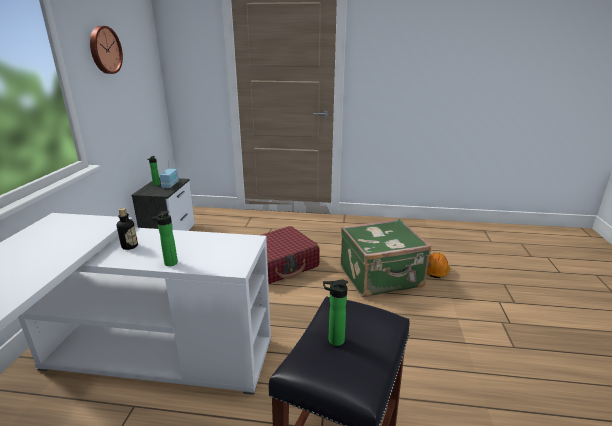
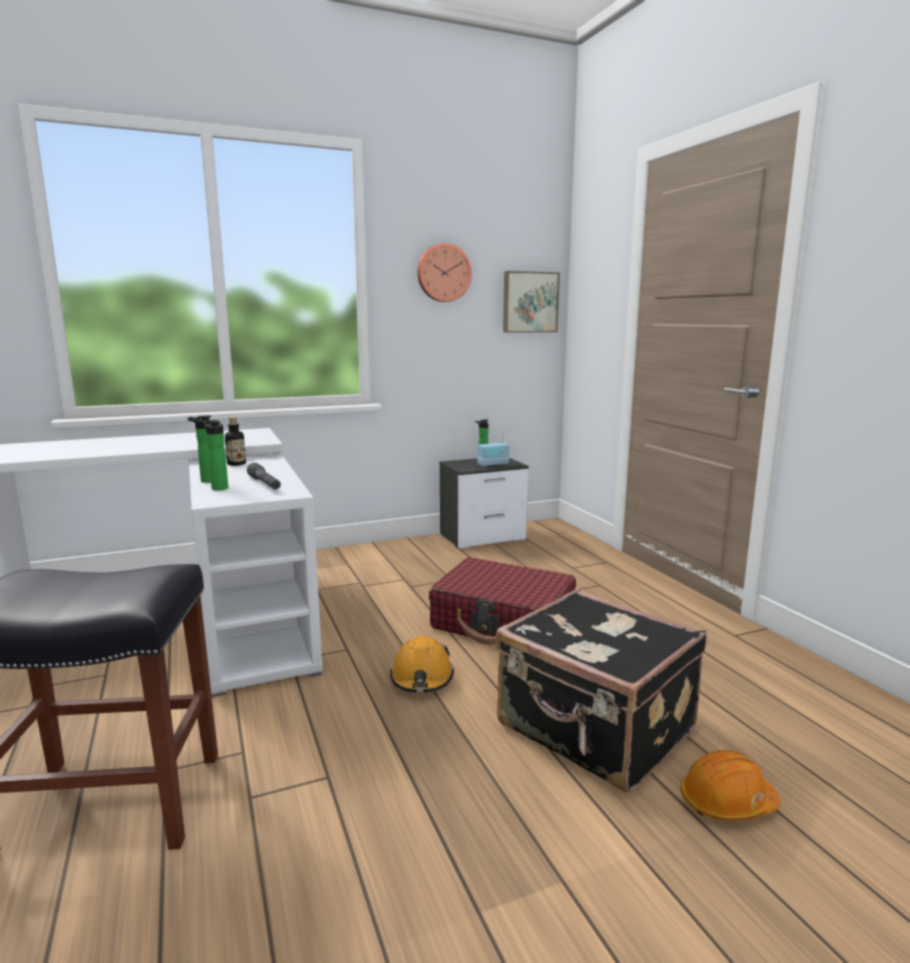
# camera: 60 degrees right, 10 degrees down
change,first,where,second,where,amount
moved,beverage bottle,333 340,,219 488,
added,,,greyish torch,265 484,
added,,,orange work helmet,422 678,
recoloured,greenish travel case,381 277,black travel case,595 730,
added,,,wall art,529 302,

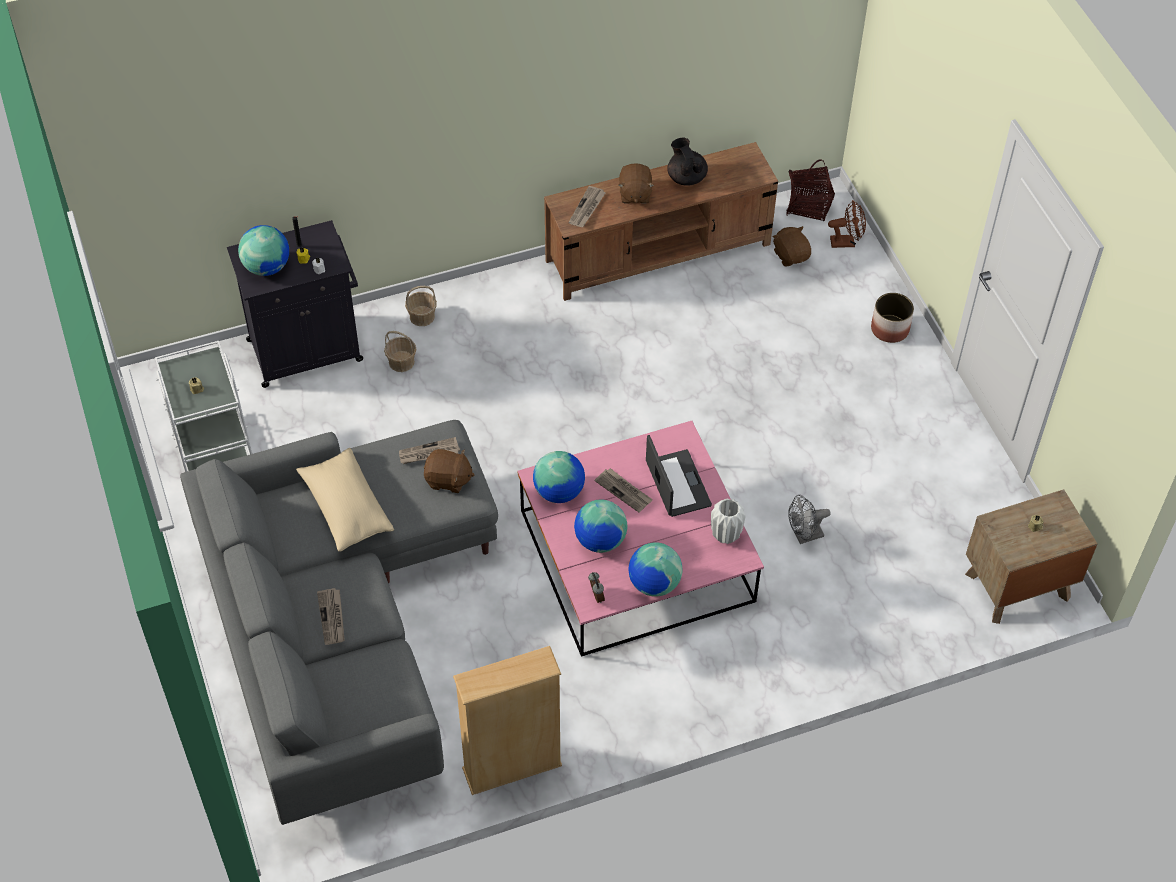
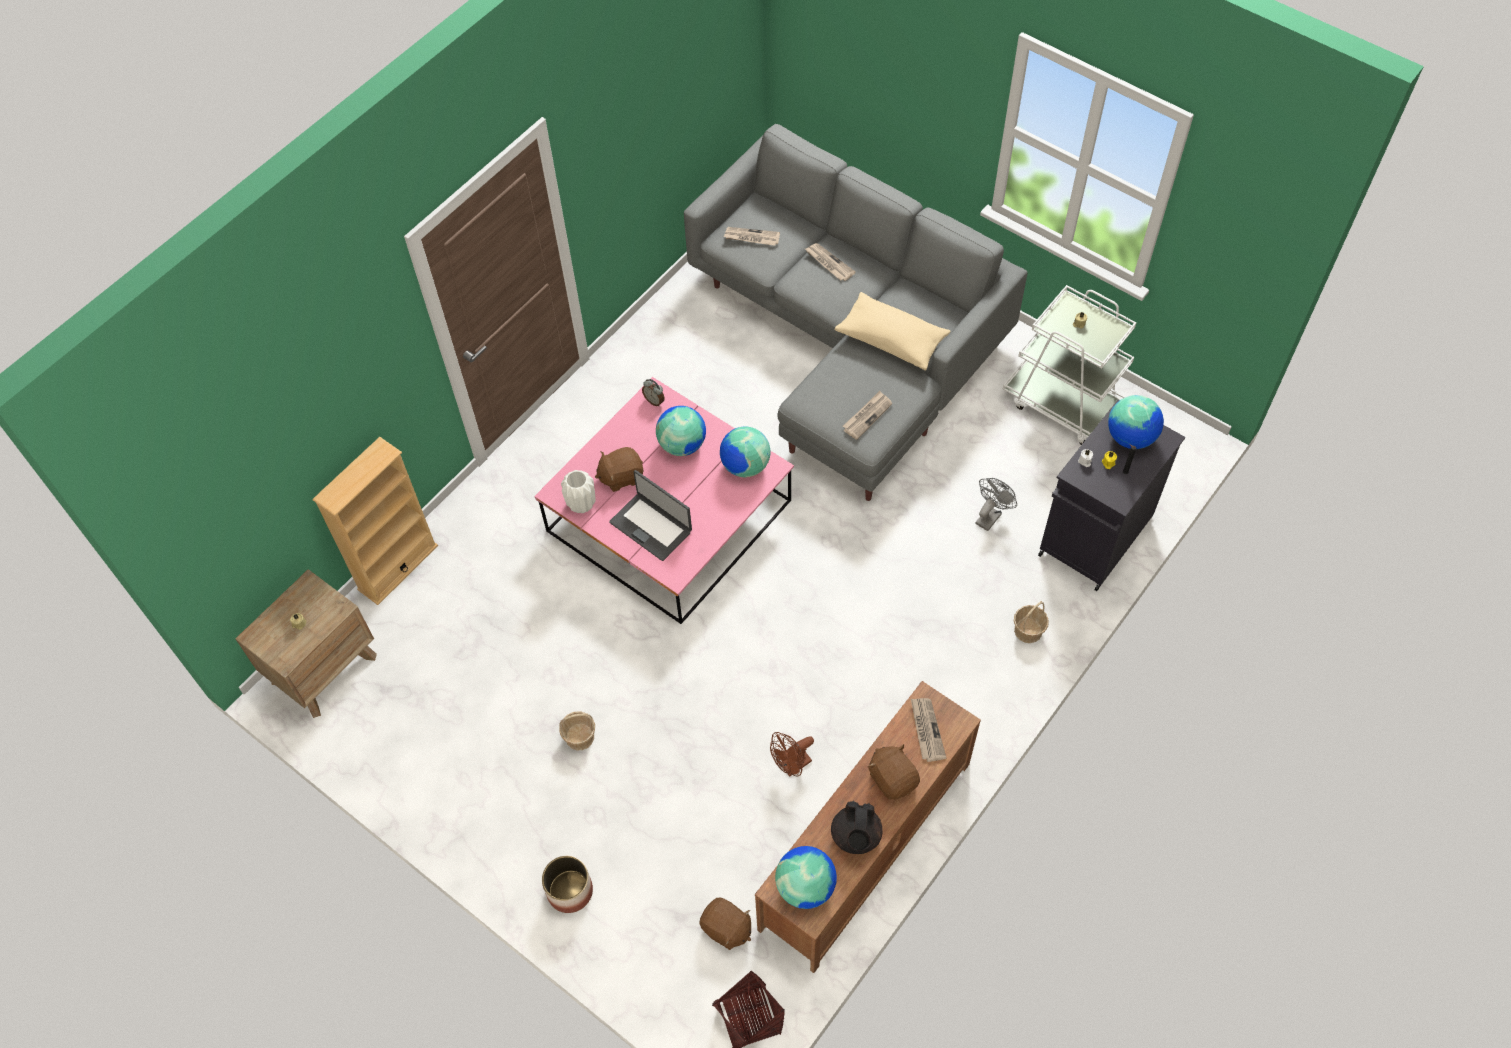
# camera: 150 degrees right, 5 degrees up
change,first,where,second,where,amount
moved,beige-coloured bookcase,512 767,,397 567,
moved,household basket,401 362,,579 737,
moved,brownish cuddly toy,448 480,,621 476,
moved,daily paper,624 491,,751 237,
moved,brownish electric fan,846 242,,792 766,
moved,desk globe,654 584,,805 886,
turned,black pot for tea,686 177,,856 836,60 degrees clockwise
moved,greyish electric fan,804 536,,990 515,

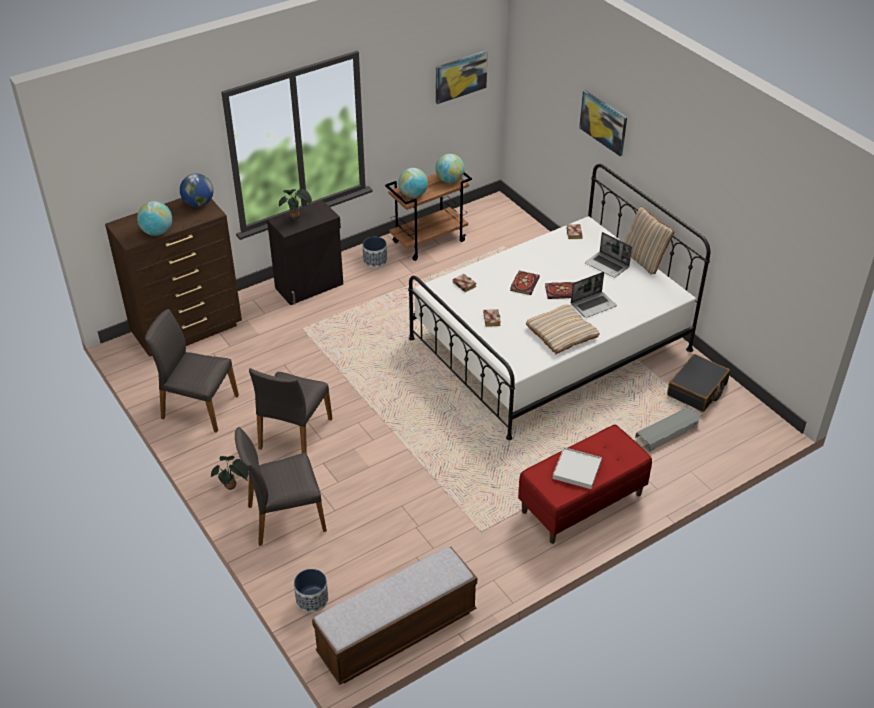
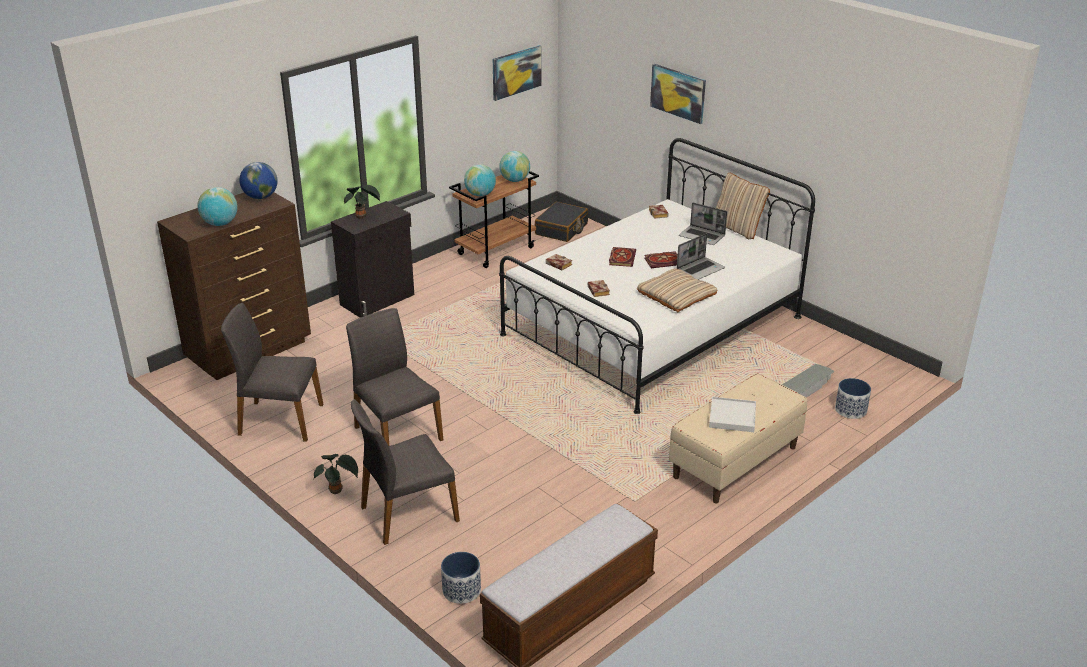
# camera: 10 degrees left, 10 degrees down
change,first,where,second,where,amount
turned,greyish plain chair,294 434,,396 433,135 degrees clockwise
moved,black travel case,697 389,,561 229,
recoloured,reddish bench,582 503,beige-coloured bench,735 462,
moved,planter,375 261,,851 410,

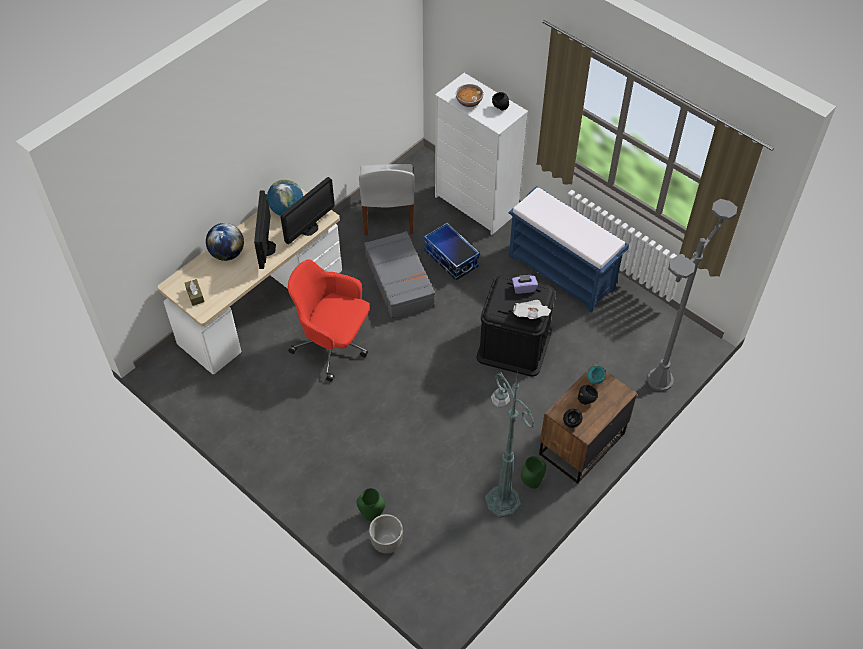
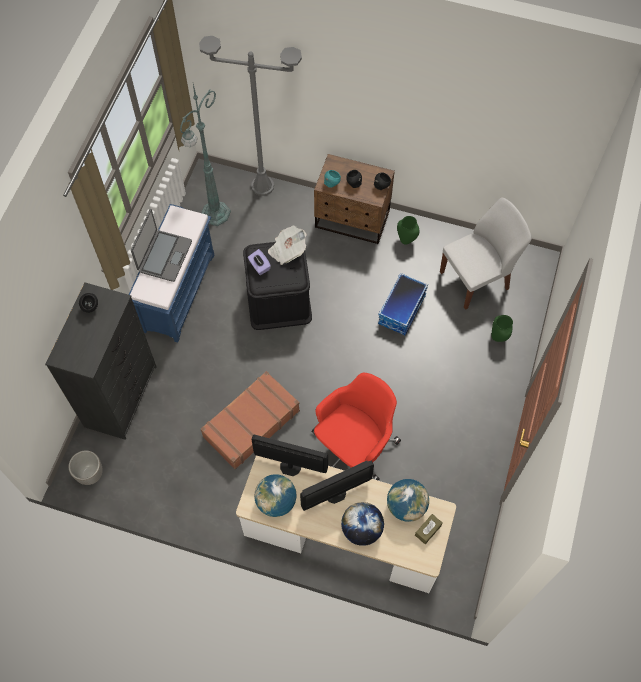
# camera: 115 degrees left, 10 degrees up
change,first,where,second,where,amount
recoloured,white-coloured chest of drawers,476 205,black chest of drawers,121 395,
moved,planter,387 543,,90 474,
added,,,laptop,164 256,
moved,greenish floor lamp,502 499,,214 214,
recoloured,greyish travel case,400 280,brownish travel case,250 423,
turned,reddish desk chair,334 345,,354 446,135 degrees counterclockwise
moved,storage box,450 259,,402 310,
added,,,desk globe,406 506,
moved,white-coloured plain chair,388 218,,476 279,
removed,bowl,468 102,,,

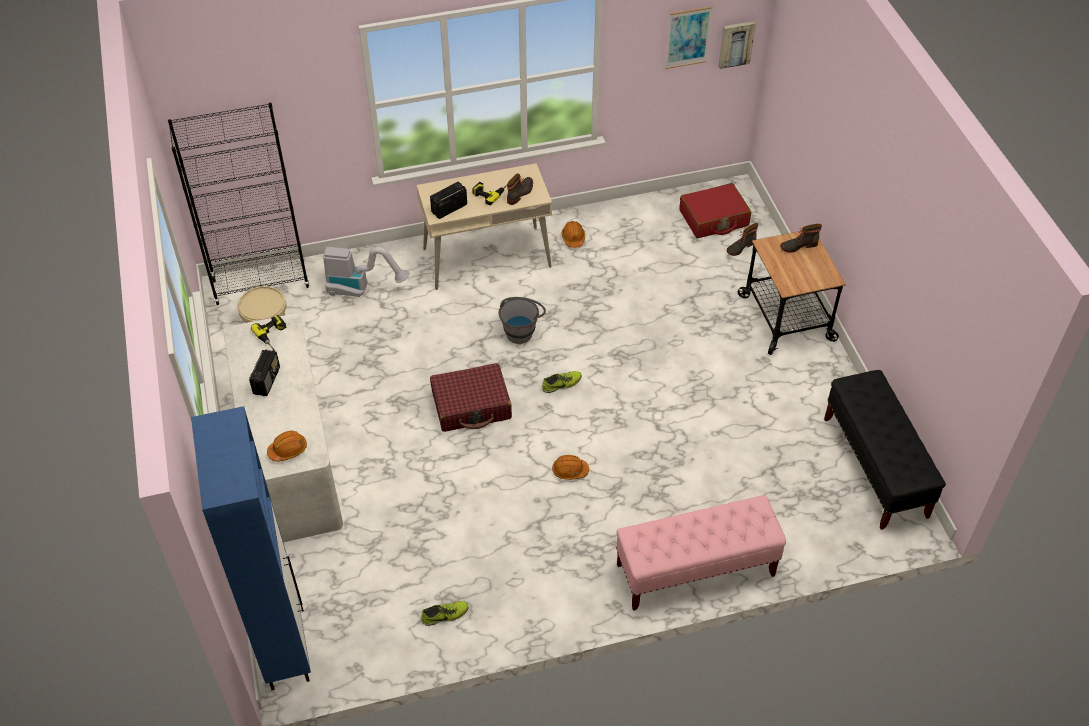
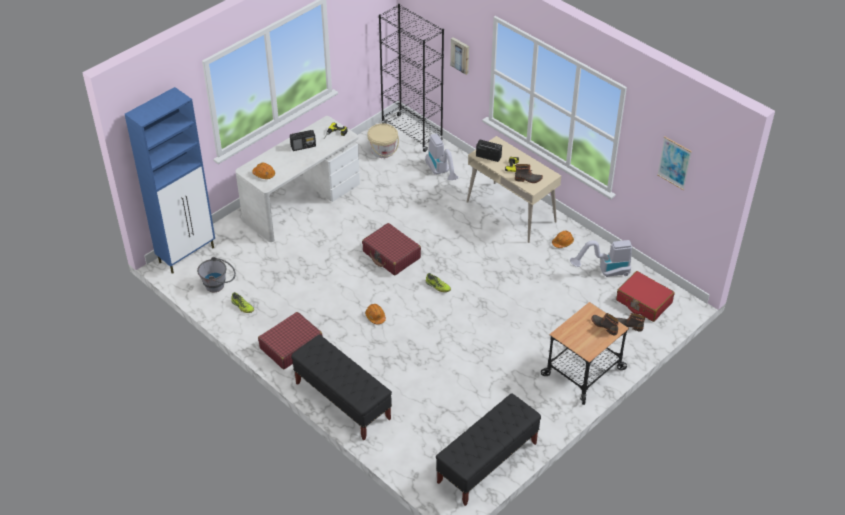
# camera: 60 degrees right, 5 degrees down
change,first,where,second,where,amount
moved,greyish bucket,521 330,,219 285,
added,,,reddish travel case,291 346,
recoloured,pinkish bench,695 570,black bench,342 401,
moved,wall art,735 43,,460 55,
added,,,vacuum,604 271,

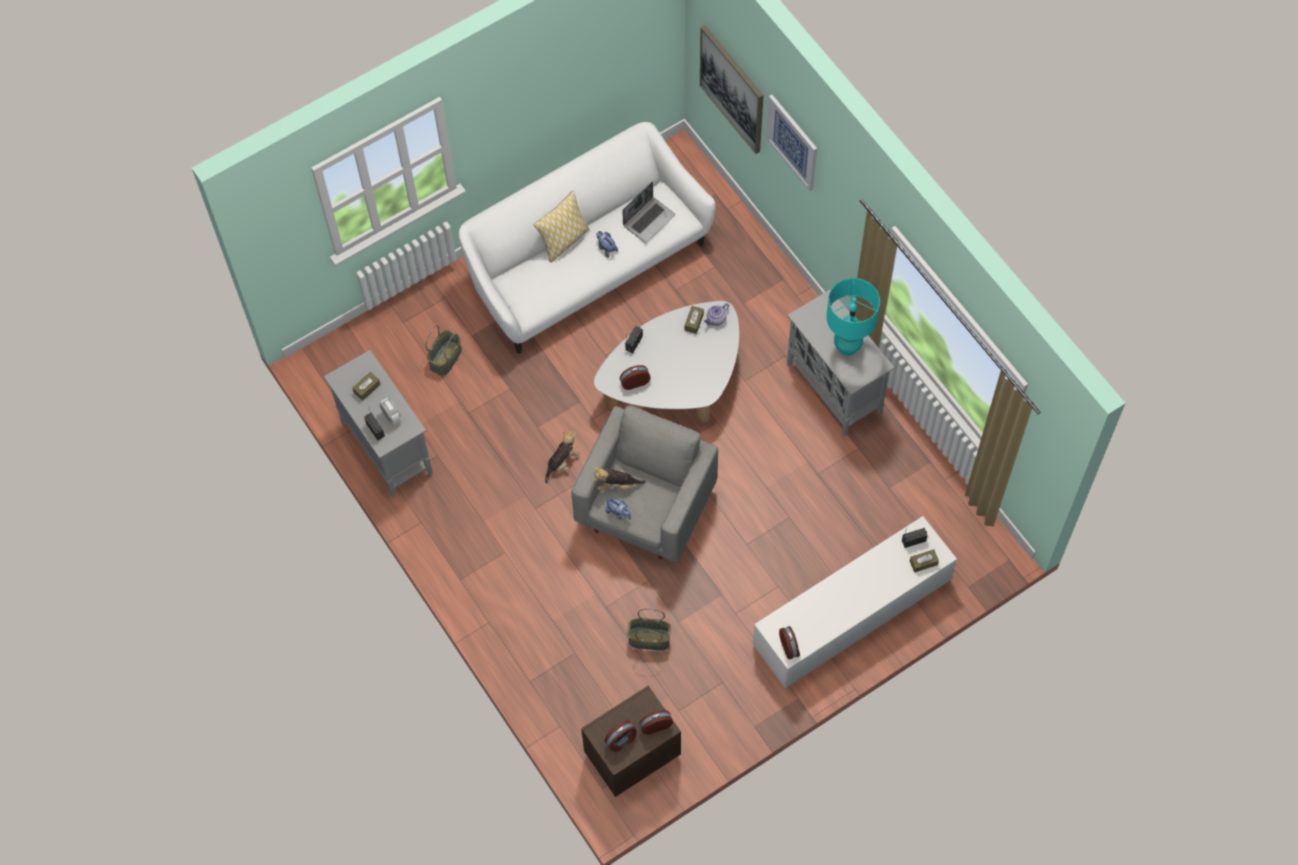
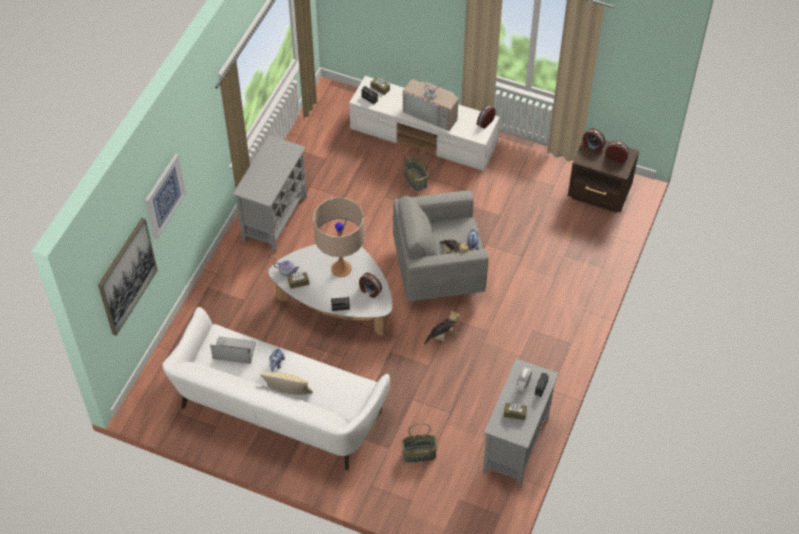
# camera: 125 degrees left, 10 degrees down
change,first,where,second,where,amount
added,,,beige-coloured tabletop lamp,341 268,
added,,,TV,432 113,
moved,household basket,648 639,,416 179,
turned,cuddly toy,562 462,,443 335,150 degrees clockwise
removed,turquoise tabletop lamp,847 346,,,

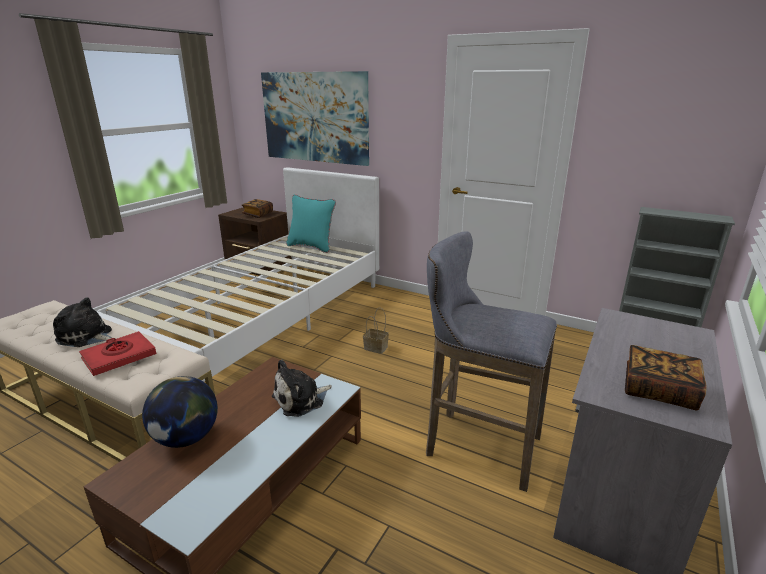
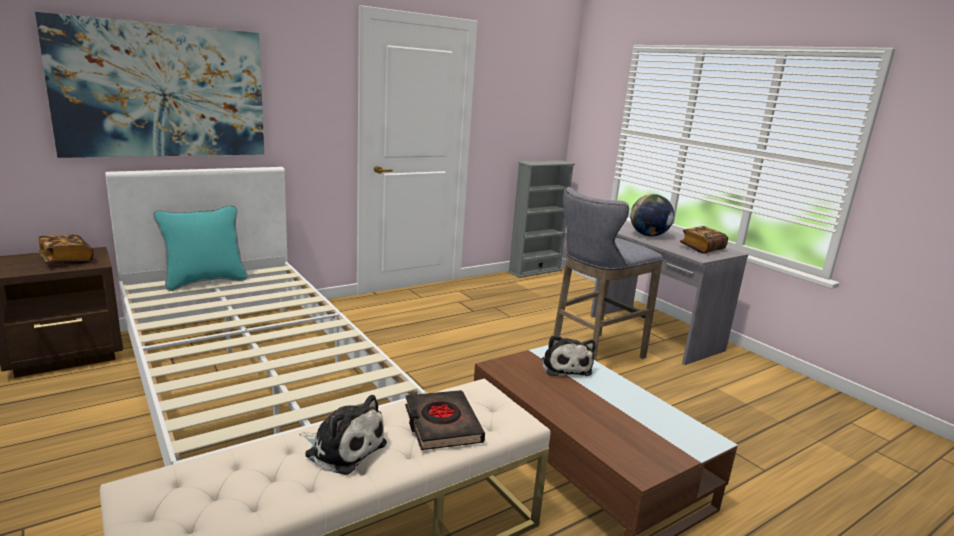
# camera: 65 degrees left, 5 degrees down
change,first,where,second,where,amount
turned,cuddly toy,86 337,,343 448,105 degrees counterclockwise
recoloured,reddish volume,119 357,black volume,442 424,
moved,desk globe,186 438,,648 235,
removed,household basket,376 347,,,

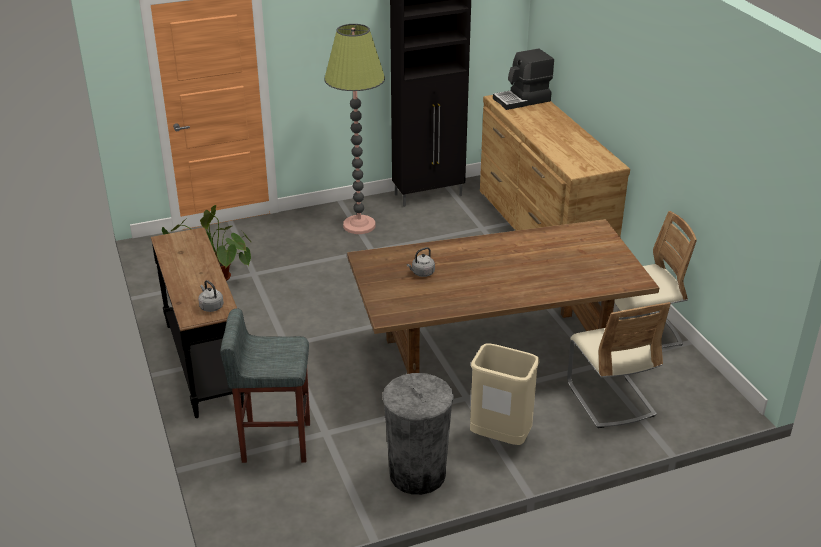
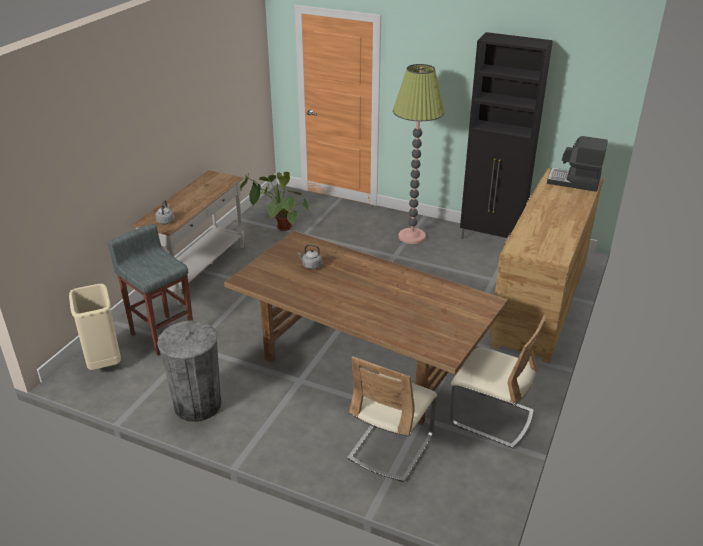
# camera: 45 degrees right, 0 degrees up
change,first,where,second,where,amount
moved,beige-coloured trash can,500 438,,104 362,
recoloured,black hall table,205 364,white-coloured hall table,200 270,

